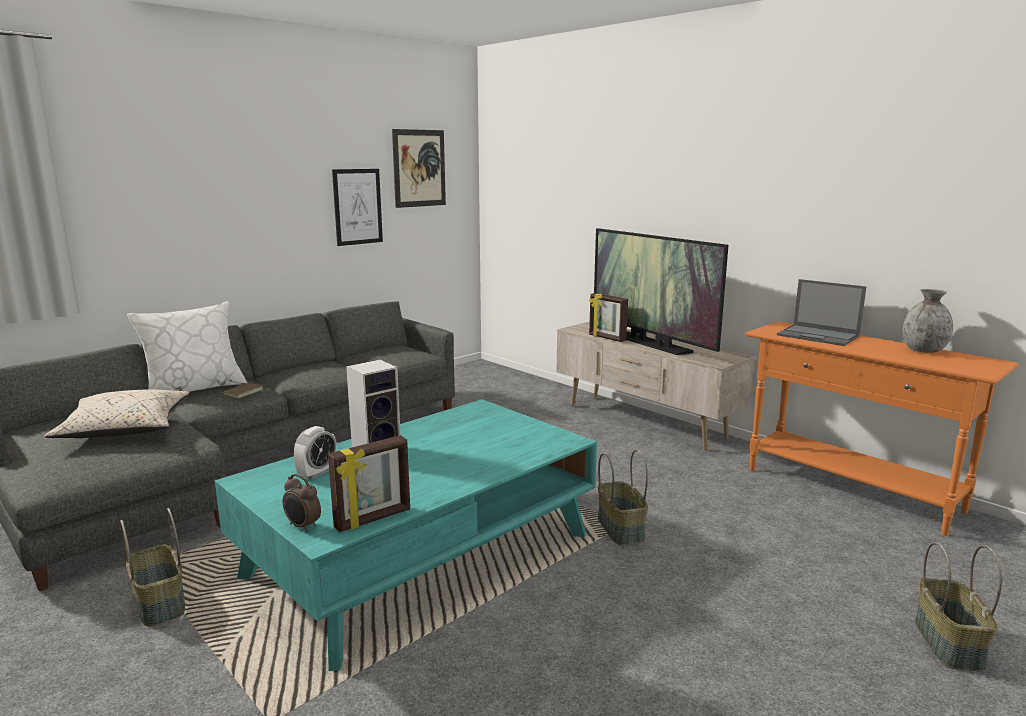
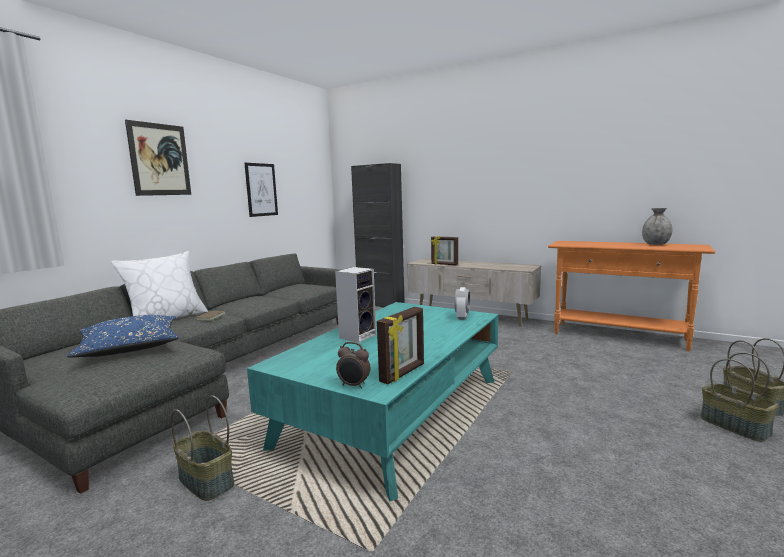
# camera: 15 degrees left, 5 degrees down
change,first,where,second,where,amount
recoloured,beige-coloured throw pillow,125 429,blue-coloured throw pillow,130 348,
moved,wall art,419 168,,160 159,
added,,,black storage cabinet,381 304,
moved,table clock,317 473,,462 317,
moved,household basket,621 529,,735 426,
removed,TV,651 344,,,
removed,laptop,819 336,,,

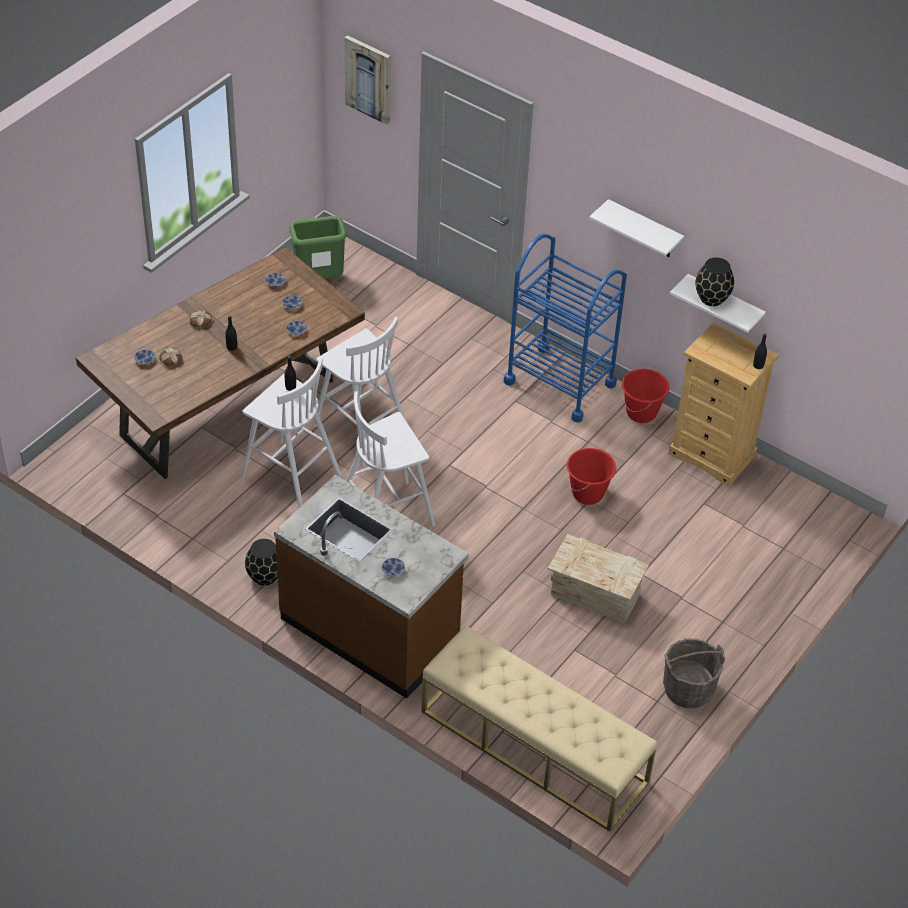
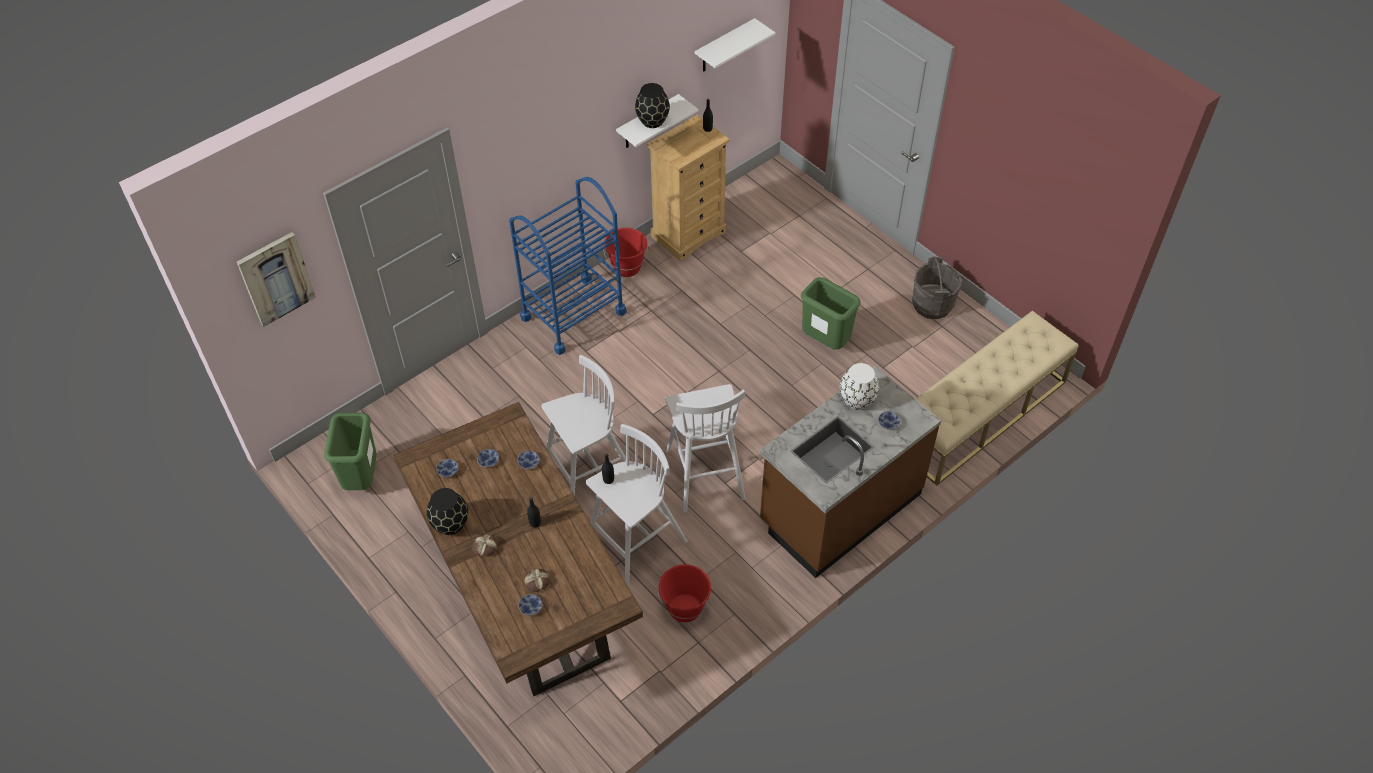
# camera: 75 degrees left, 5 degrees up
change,first,where,second,where,amount
moved,black decorative vase,264 576,,450 524,
moved,reddish bucket,588 493,,685 608,
moved,white-coloured bracket shelf,644 230,,724 46,
replaced,packing crate,594 594,greenish trash can,825 342,
added,,,white-coloured decorative vase,857 401,

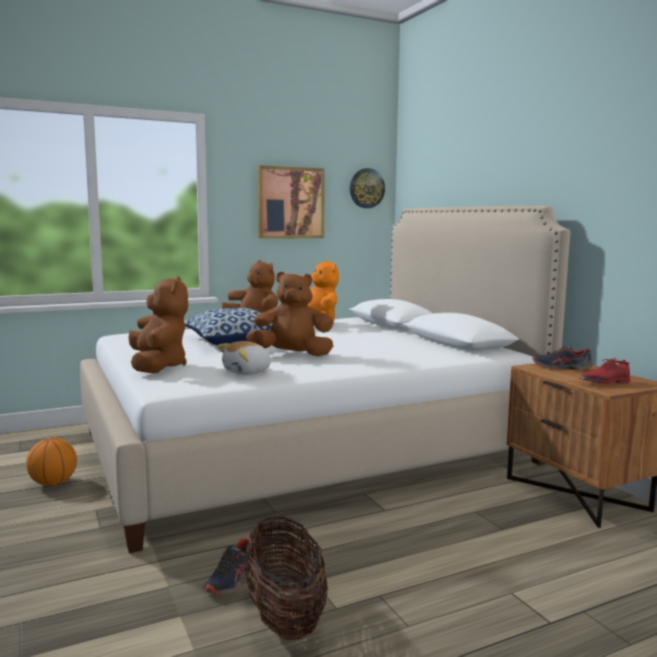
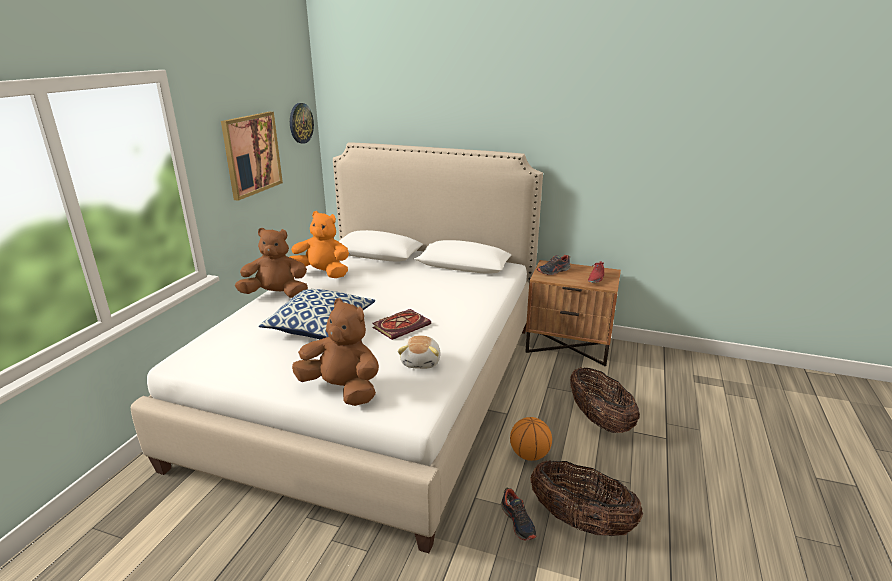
# camera: 45 degrees left, 15 degrees up
change,first,where,second,where,amount
replaced,brownish cuddly toy,292 355,volume,402 325,
moved,basketball,53 483,,529 455,
added,,,household basket,599 420,

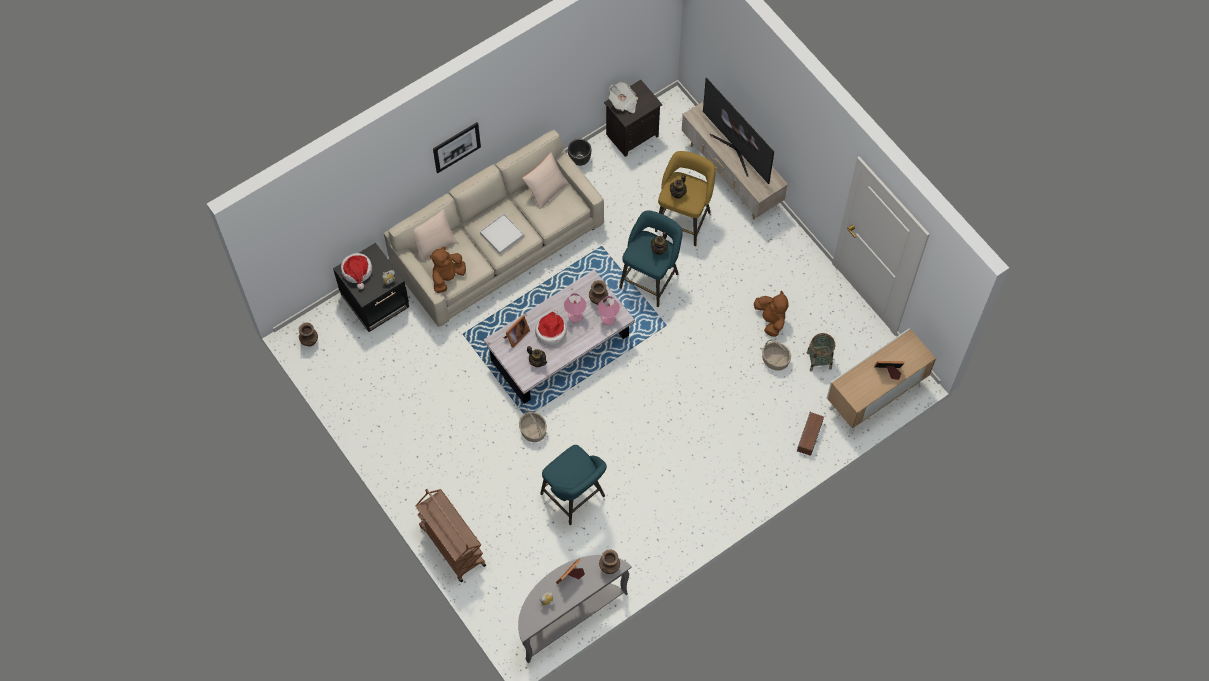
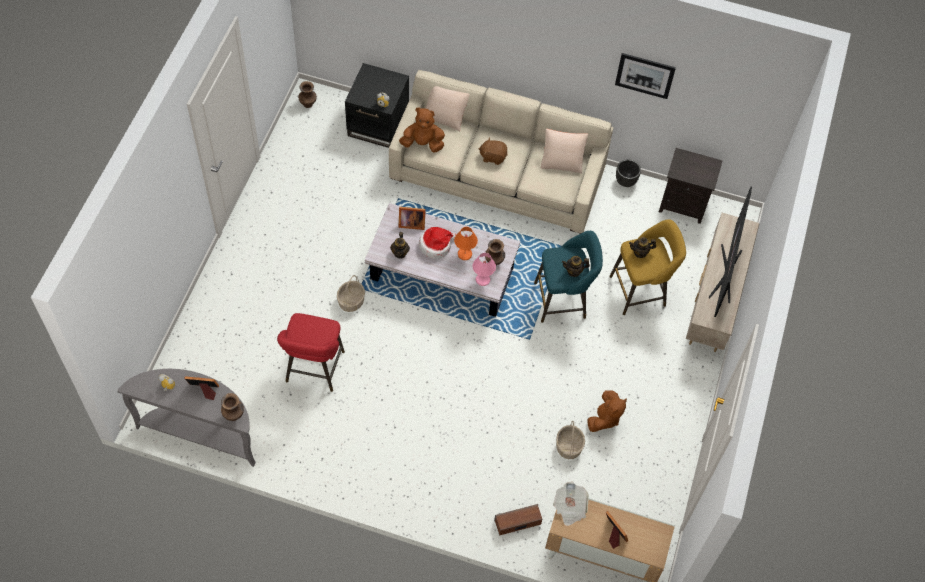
# camera: 50 degrees right, 5 degrees down
change,first,where,second,where,amount
recoloured,turquoise stool seat,575 497,reddish stool seat,314 370,
recoloured,pinkish tabletop lamp,575 316,orange tabletop lamp,464 254,
replaced,white-coloured tray,502 235,brownish cuddly toy,493 156,
moved,daily paper,623 103,,570 508,
moved,wall art,456 147,,645 75,
removed,clothing hat,357 271,,,
removed,brownish cart,452 545,,,
removed,household basket,819 360,,,

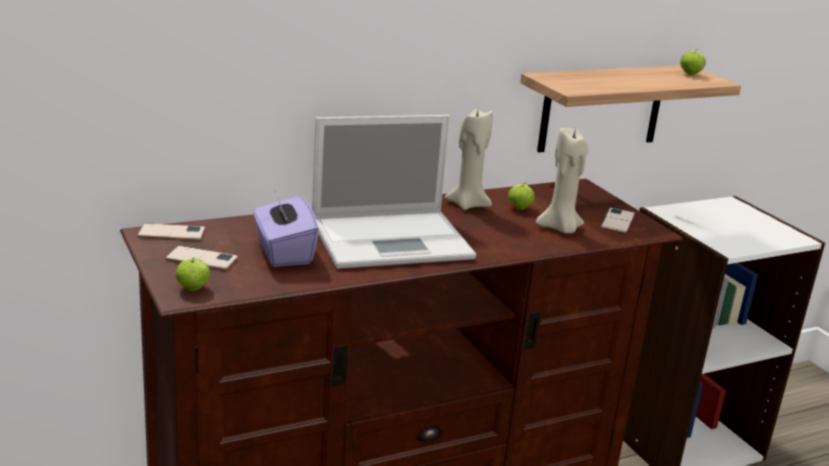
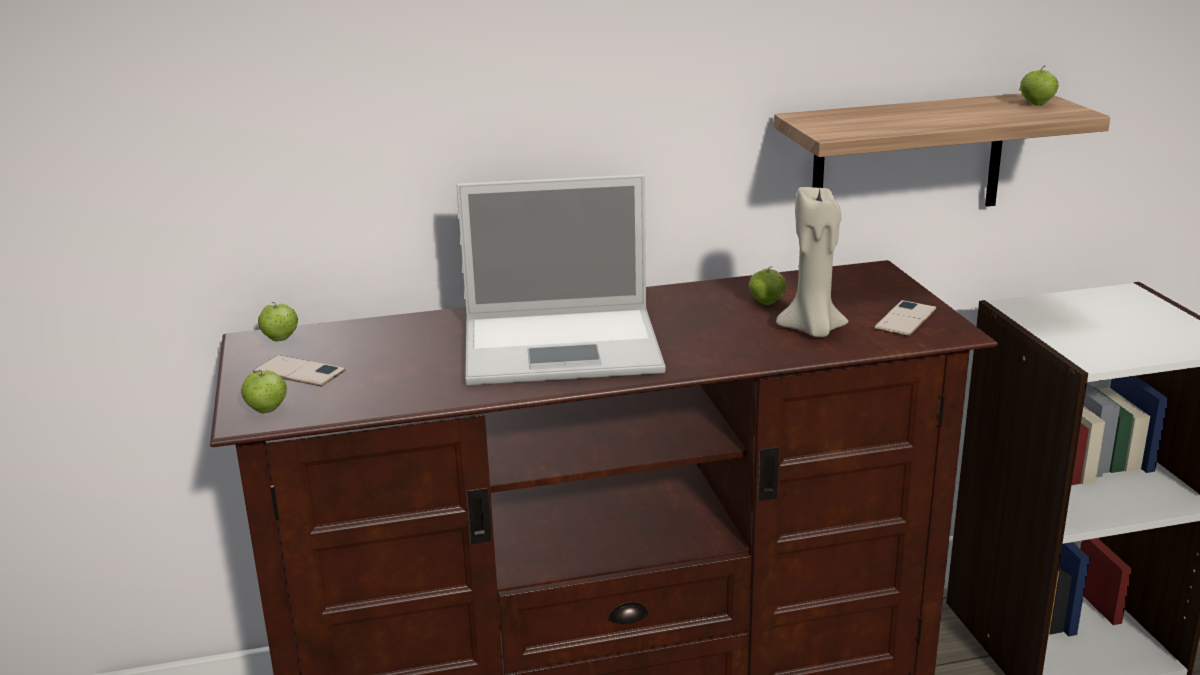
# camera: 15 degrees right, 0 degrees up
change,first,where,second,where,amount
replaced,telephone,171 233,whole apple,280 339,
removed,purple-coloured tissue holder,283 252,,,
removed,beige-coloured candle,468 204,,,

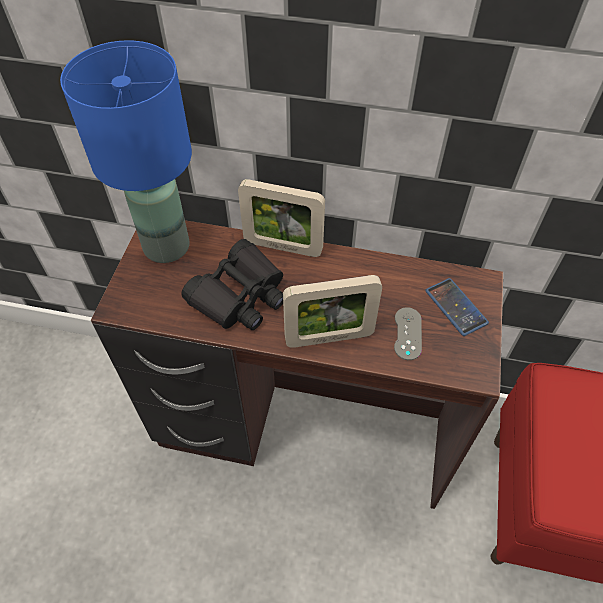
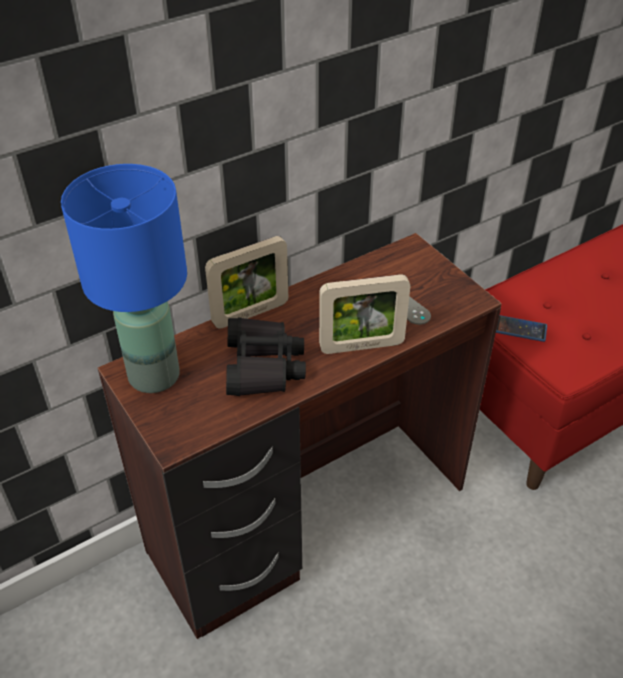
# camera: 45 degrees left, 10 degrees down
change,first,where,second,where,amount
turned,photo frame,329 338,,361 346,45 degrees clockwise
moved,telephone,456 307,,520 329,

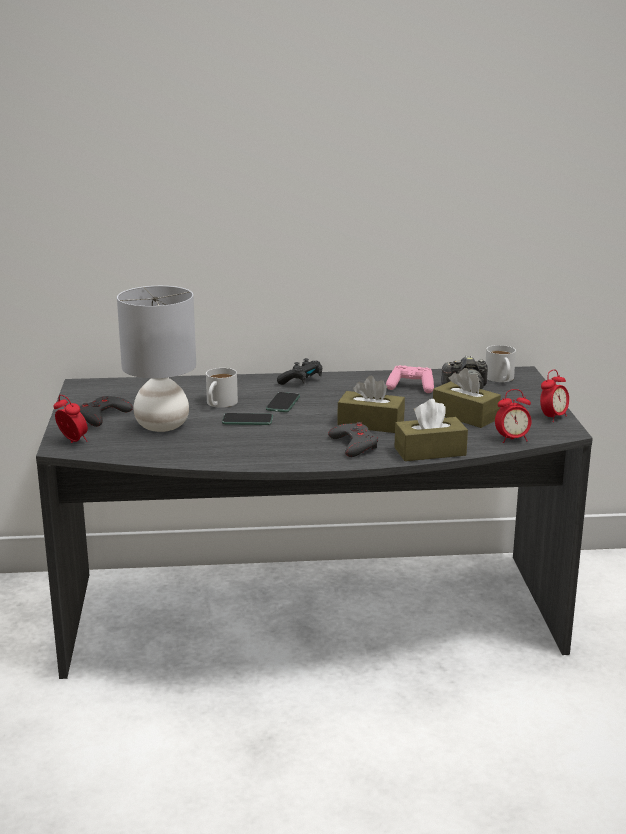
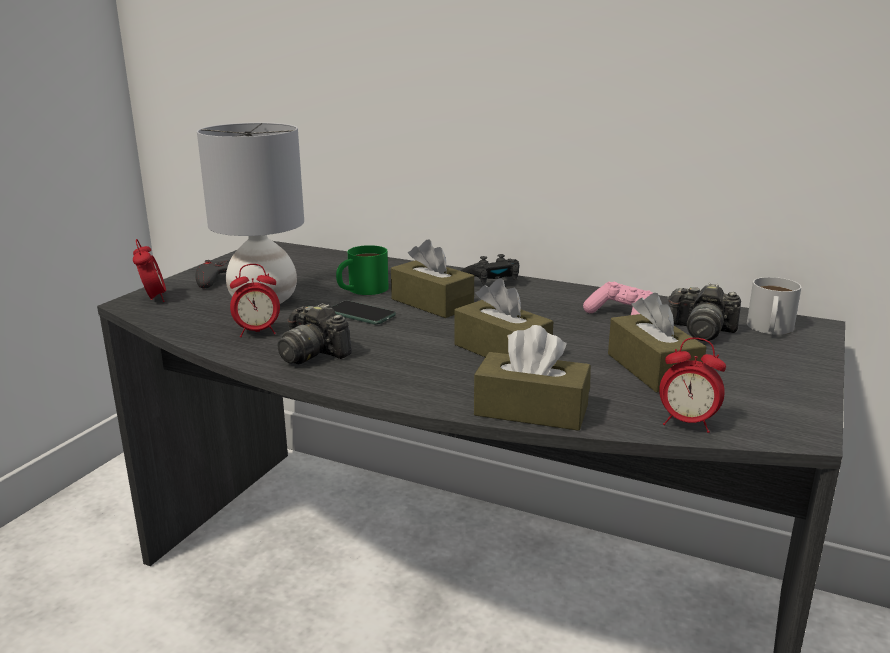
# camera: 30 degrees right, 0 degrees up
change,first,where,second,where,amount
moved,table clock,553 417,,257 332,
added,,,still camera,312 353,
recoloured,white-coloured tea mug,219 404,greenish tea mug,361 290,
replaced,telephone,283 403,brownish tissue holder,432 303,
removed,greyish joypad,354 445,,,

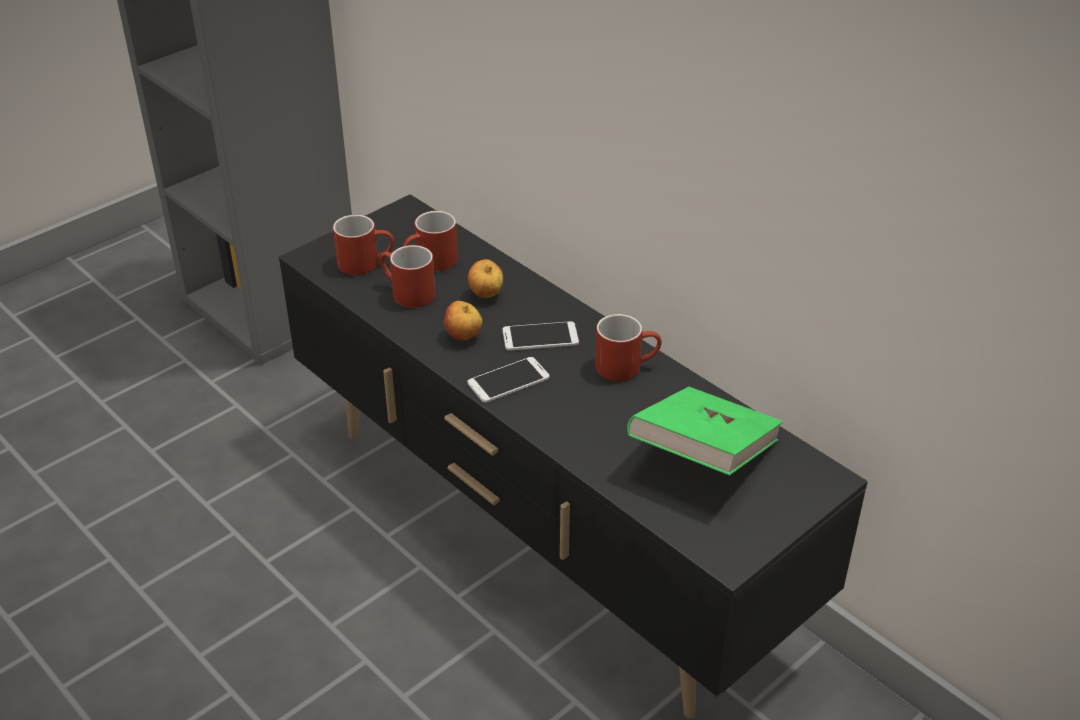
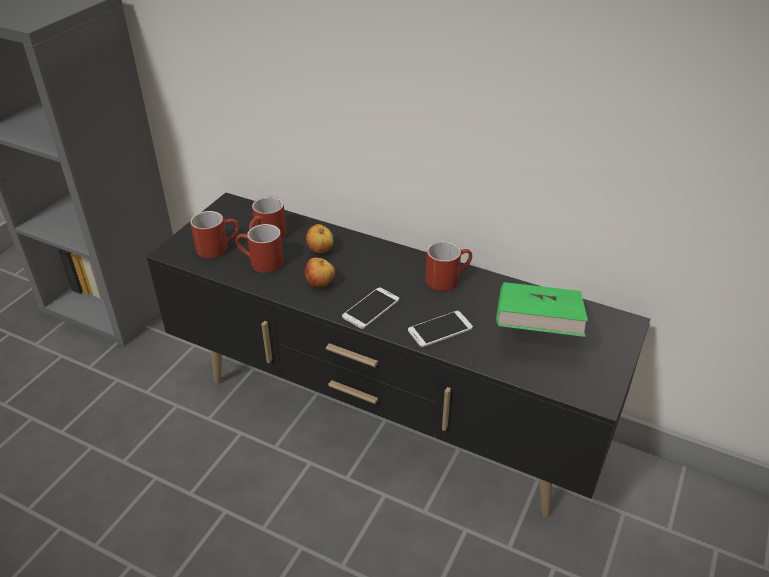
# camera: 20 degrees left, 0 degrees up
change,first,where,second,where,amount
moved,telephone,540 337,,440 329,

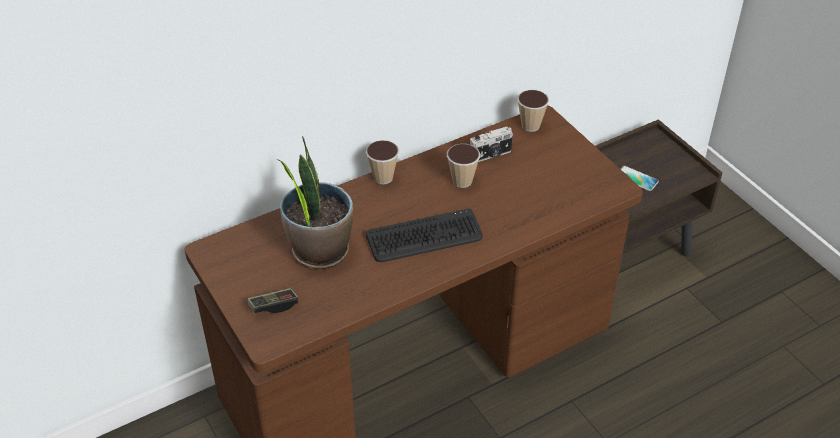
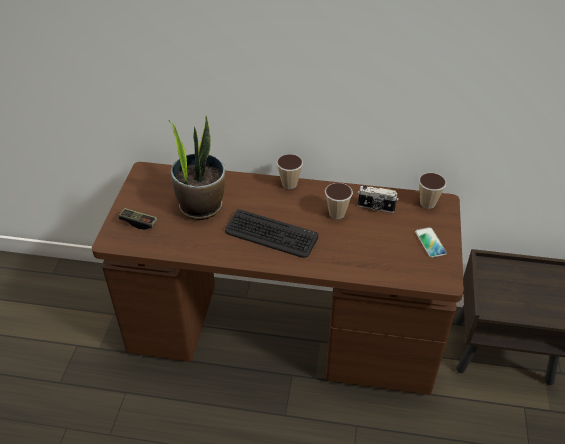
# camera: 40 degrees right, 0 degrees up
change,first,where,second,where,amount
moved,telephone,636 179,,430 243,

